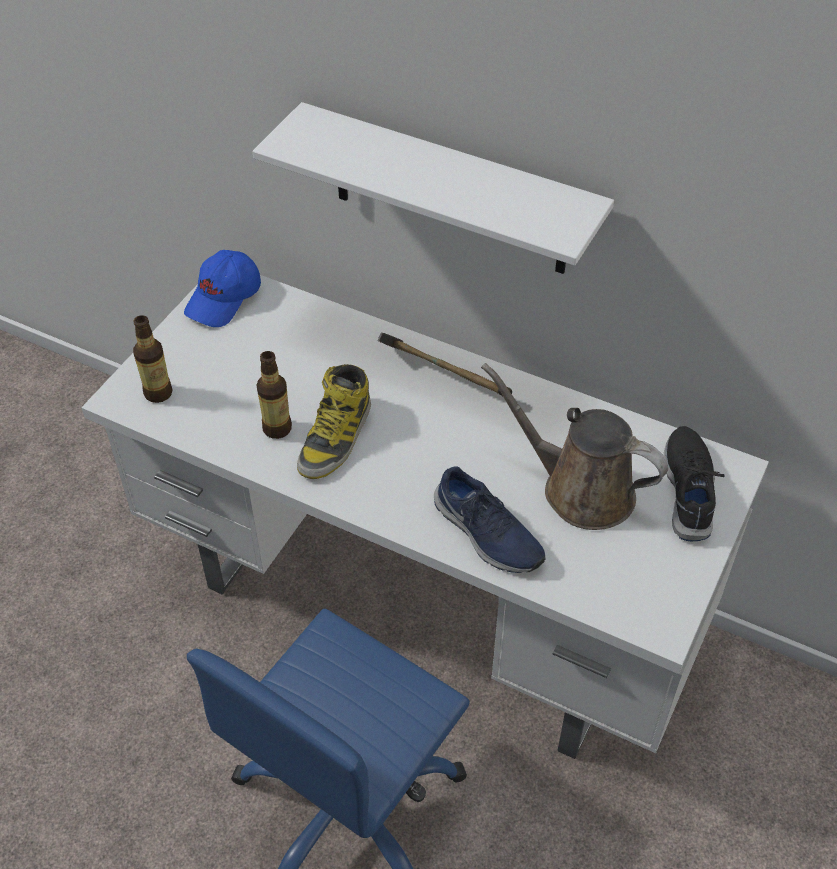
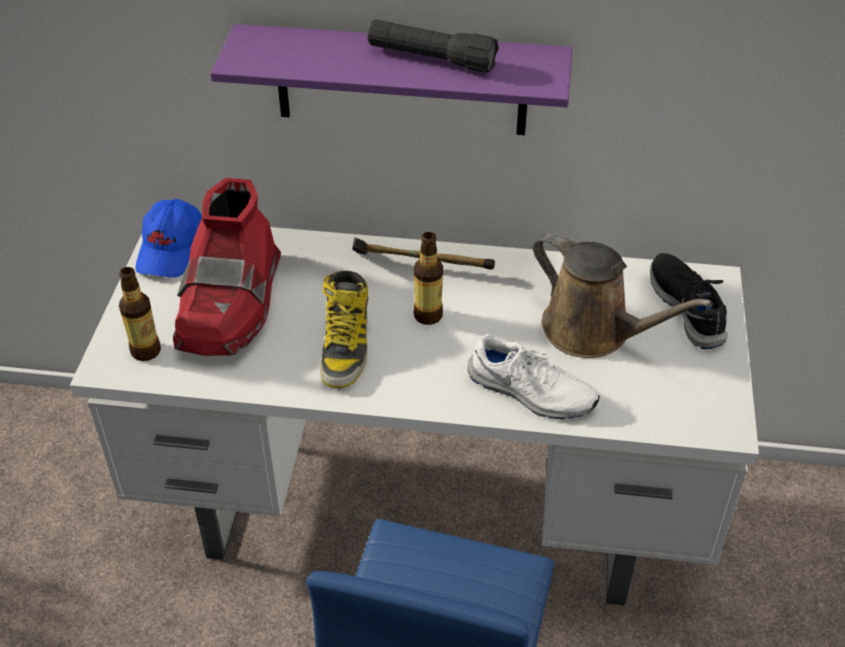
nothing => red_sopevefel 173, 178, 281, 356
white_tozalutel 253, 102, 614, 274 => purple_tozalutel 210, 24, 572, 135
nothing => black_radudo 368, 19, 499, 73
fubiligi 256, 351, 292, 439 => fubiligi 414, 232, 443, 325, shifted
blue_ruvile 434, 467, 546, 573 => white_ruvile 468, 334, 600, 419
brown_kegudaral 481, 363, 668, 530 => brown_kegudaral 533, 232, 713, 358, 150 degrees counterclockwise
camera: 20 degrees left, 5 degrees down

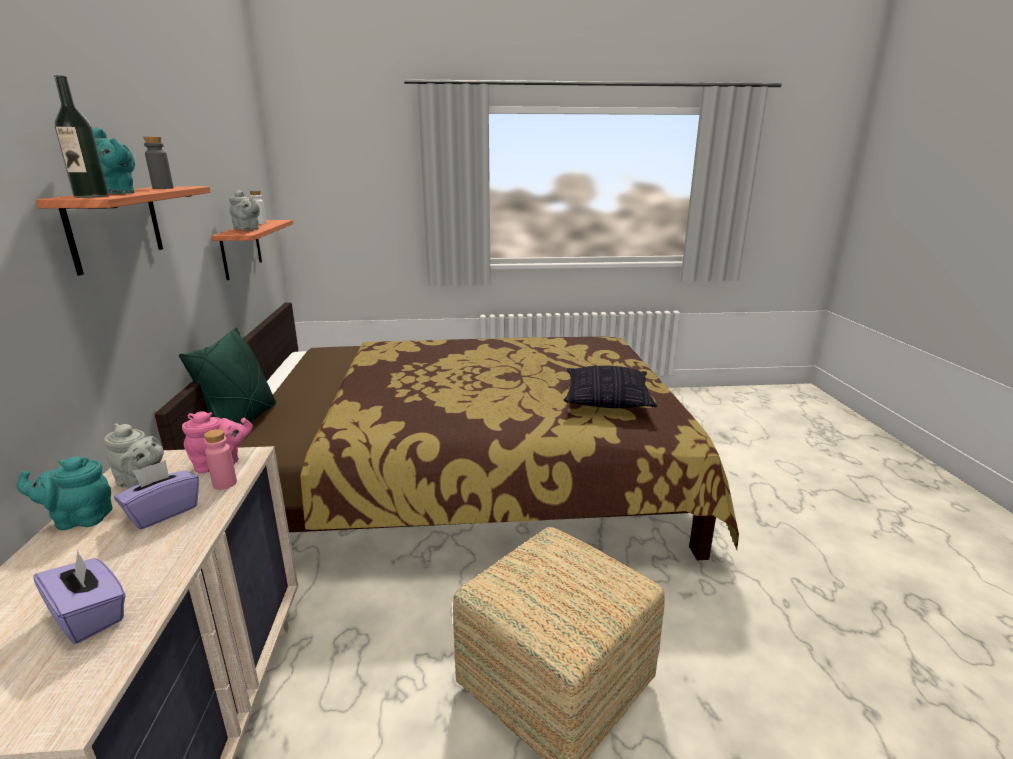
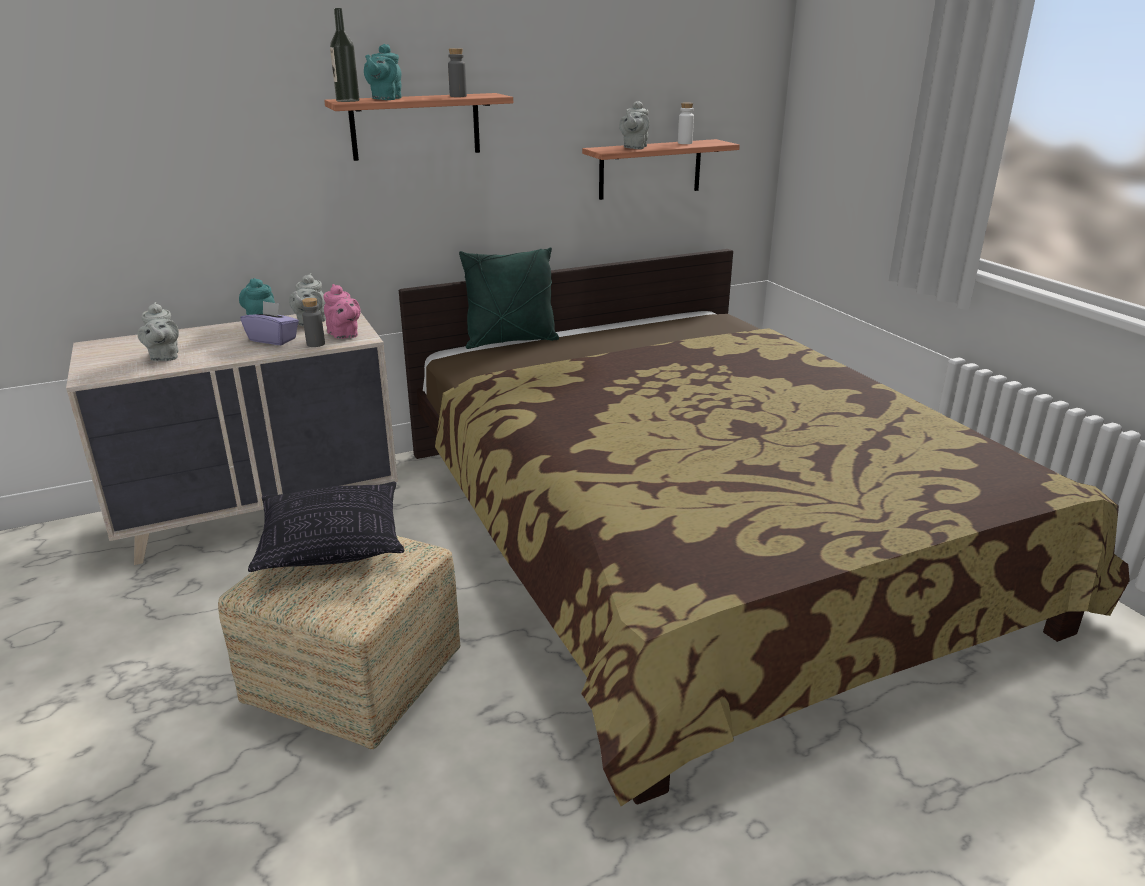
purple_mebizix 34, 551, 126, 644 => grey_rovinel 138, 302, 179, 361
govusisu 564, 366, 657, 408 => govusisu 248, 482, 404, 572, shifted
pink_fubiligi 204, 429, 237, 490 => grey_fubiligi 302, 298, 325, 347
camera: 70 degrees right, 5 degrees up

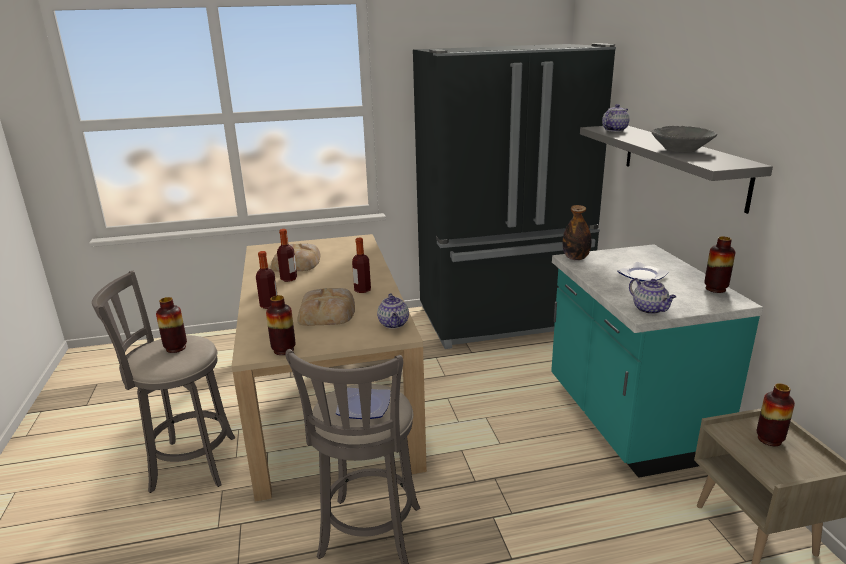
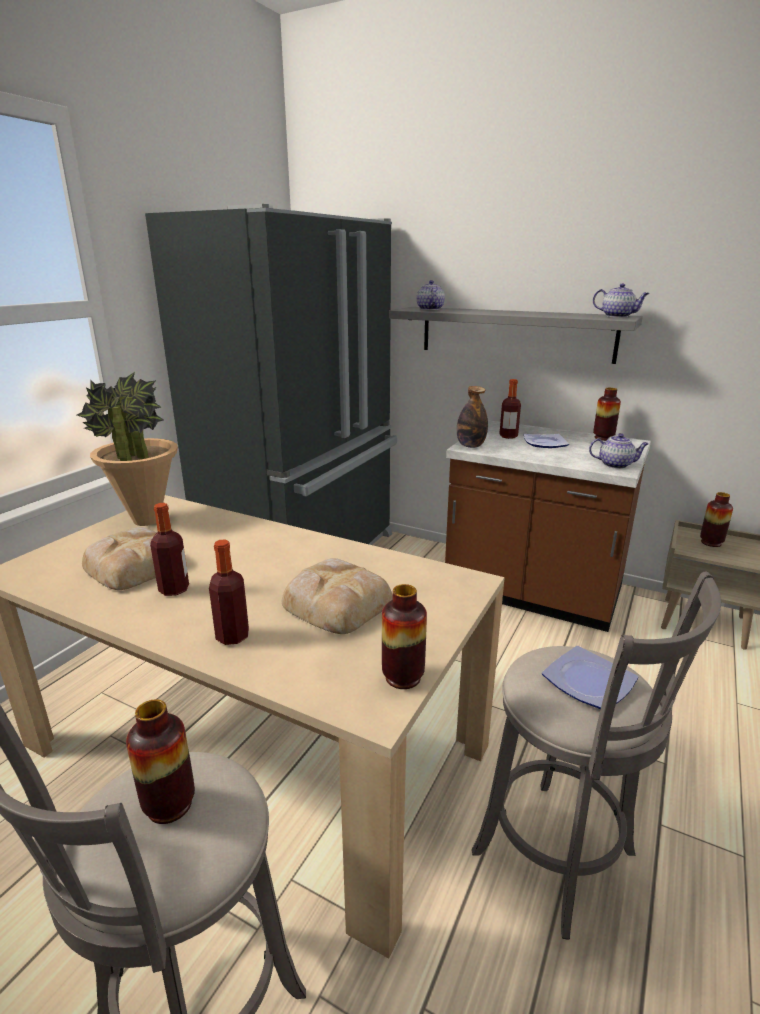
nothing => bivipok 77, 372, 178, 526
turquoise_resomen 551, 244, 763, 478 => brown_resomen 445, 420, 651, 632
fubiligi 352, 238, 371, 293 => fubiligi 499, 379, 521, 439, shifted
rovinel 377, 293, 409, 329 => rovinel 593, 283, 649, 317, shifted
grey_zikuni 652, 126, 717, 153 => nothing
camera: 50 degrees left, 0 degrees up

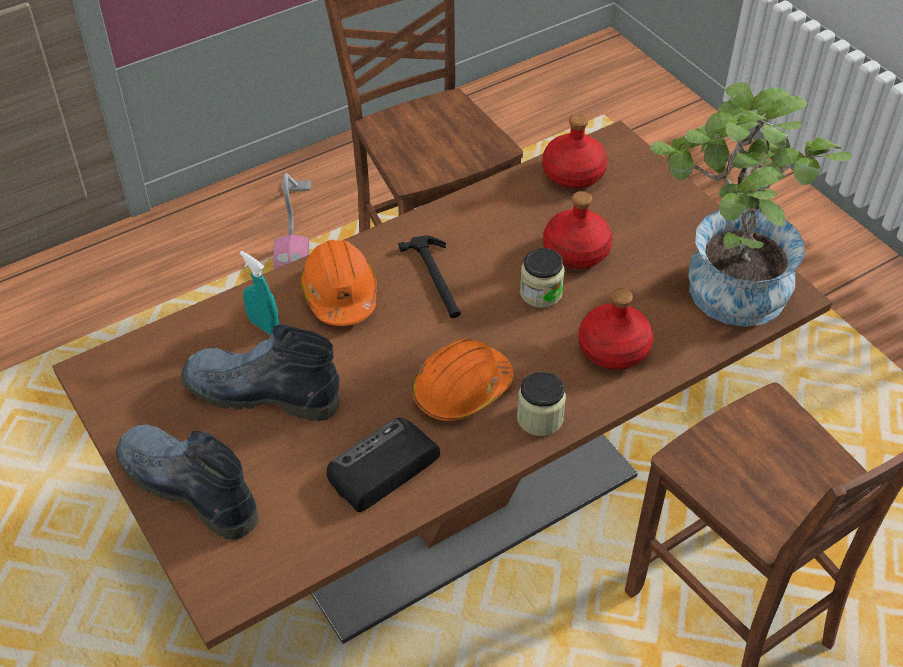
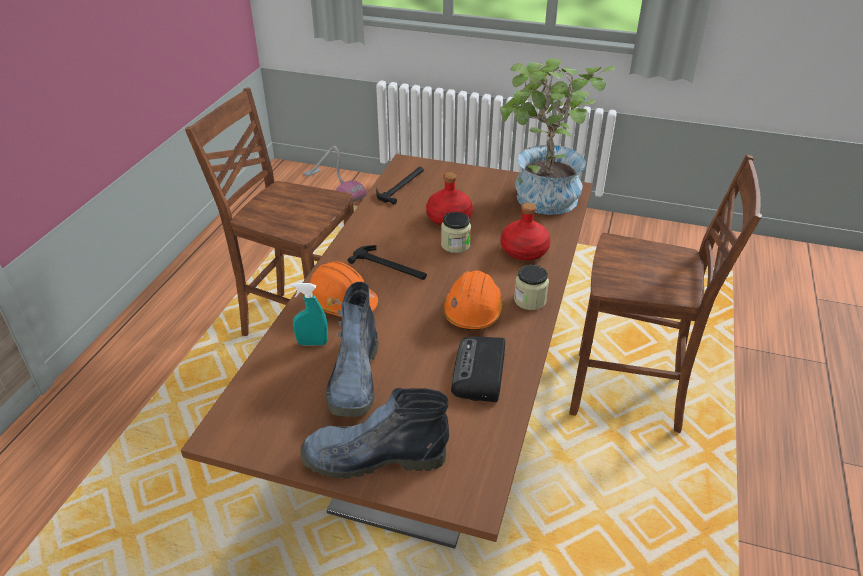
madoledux 273, 173, 311, 270 => madoledux 303, 145, 367, 202, shifted
sopevefel 181, 325, 340, 422 => sopevefel 326, 282, 378, 417, 60 degrees counterclockwise
red_fubiligi 542, 114, 607, 189 => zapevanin 376, 167, 424, 205
camera: 40 degrees left, 10 degrees down

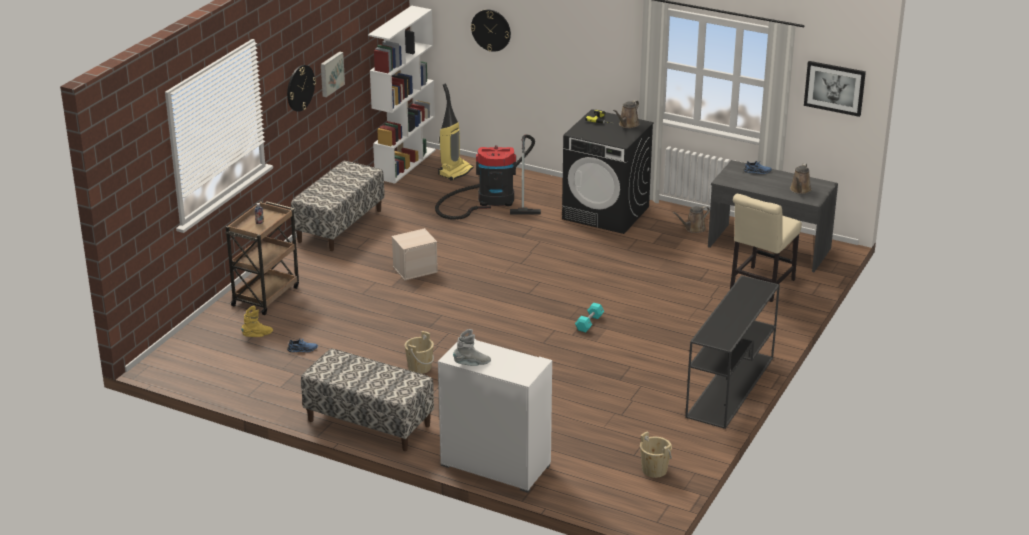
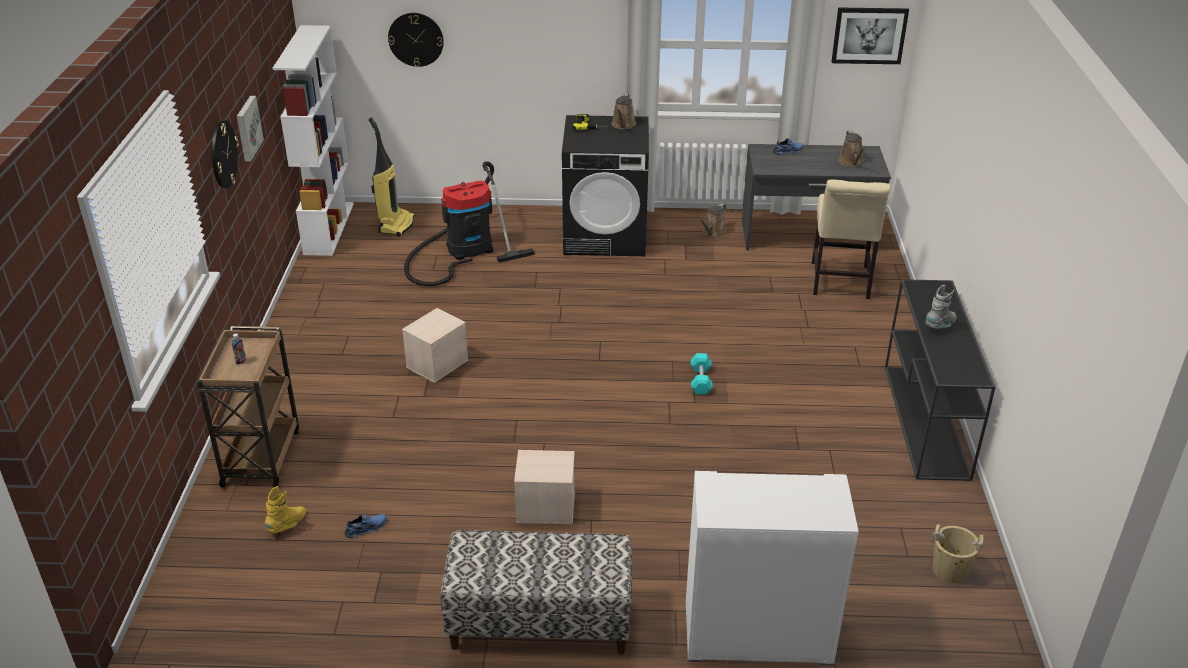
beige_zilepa 405, 331, 434, 374 => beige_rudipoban 514, 450, 575, 524
grey_sopevefel 453, 329, 491, 366 => grey_sopevefel 926, 285, 957, 329, shifted
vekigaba 291, 161, 385, 251 => nothing
camera: 25 degrees left, 5 degrees up

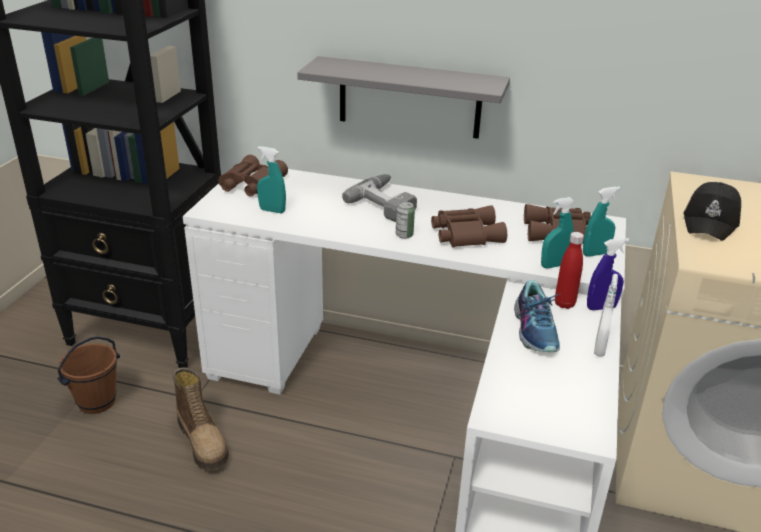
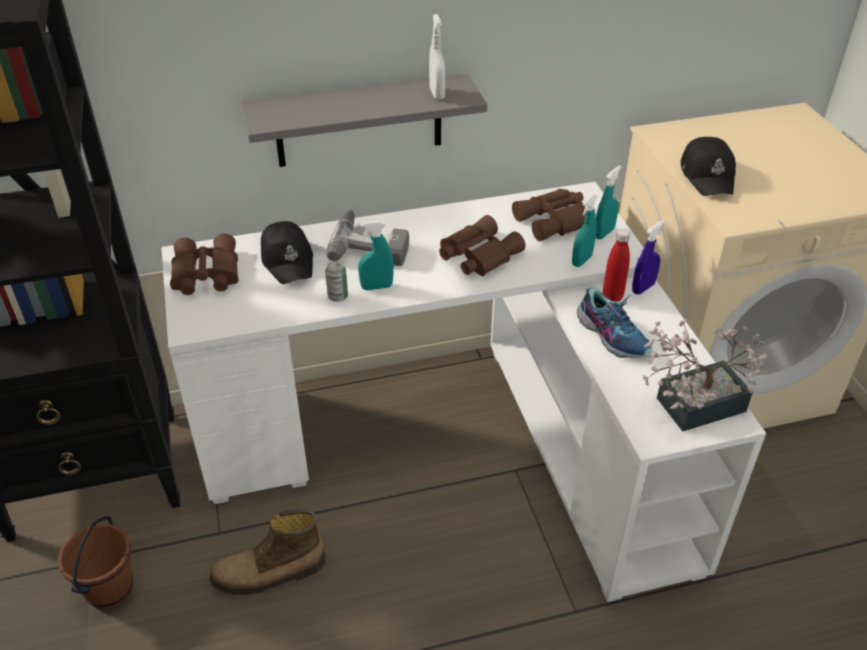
sopevefel 173, 367, 229, 471 => sopevefel 209, 509, 326, 595, 135 degrees clockwise
nothing => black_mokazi 261, 221, 313, 284
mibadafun 396, 202, 415, 239 => mibadafun 325, 261, 348, 302, shifted
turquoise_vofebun 257, 146, 286, 213 => turquoise_vofebun 358, 221, 394, 290, shifted
white_vofebun 594, 274, 618, 357 => white_vofebun 429, 14, 445, 100, shifted
nothing => bivipok 643, 319, 767, 431
camera: 30 degrees left, 10 degrees up

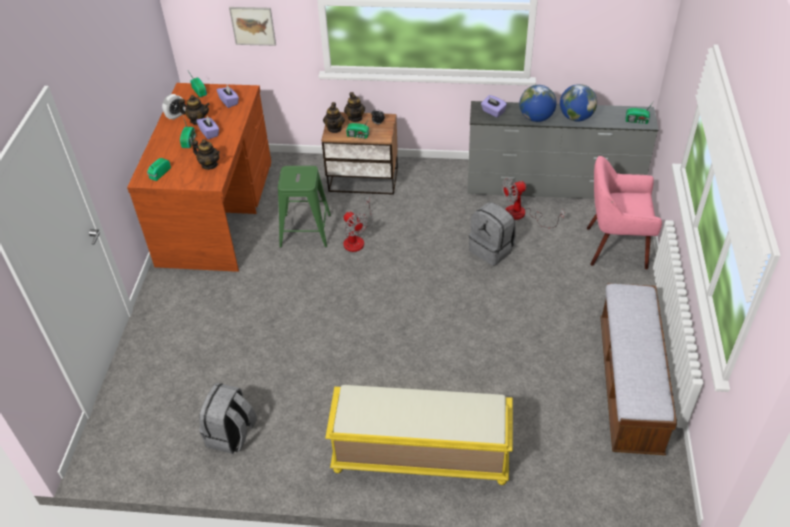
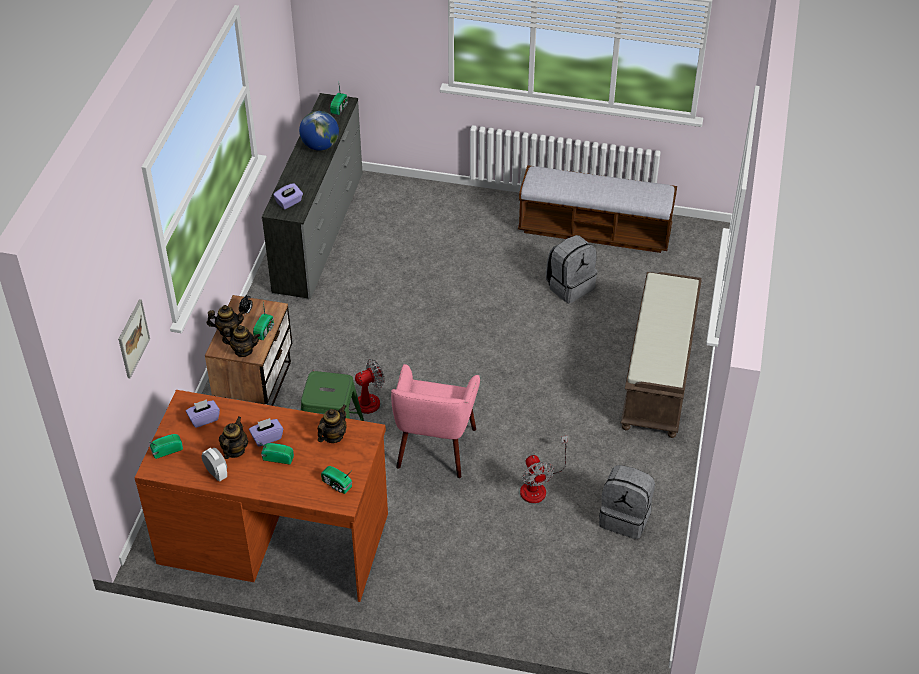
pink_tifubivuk 587, 156, 662, 269 => pink_tifubivuk 391, 364, 480, 478, shifted
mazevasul 502, 178, 564, 228 => mazevasul 520, 435, 568, 503, shifted
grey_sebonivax 469, 202, 516, 266 => grey_sebonivax 546, 235, 597, 303, shifted
yellow_vekigaba 325, 385, 513, 485 => brown_vekigaba 621, 272, 702, 438
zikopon 519, 85, 557, 122 => nothing
camera: 85 degrees left, 0 degrees up

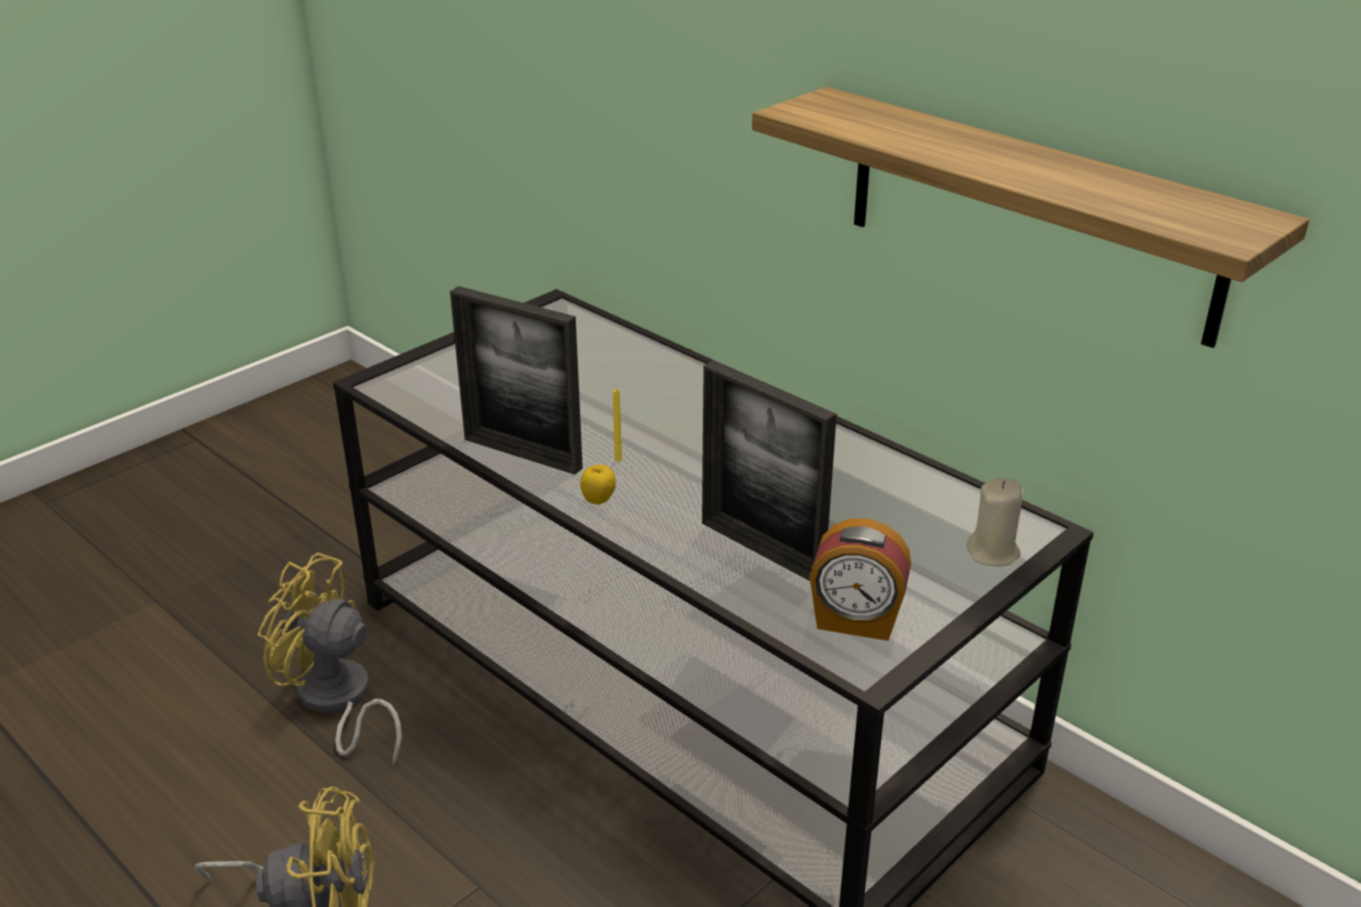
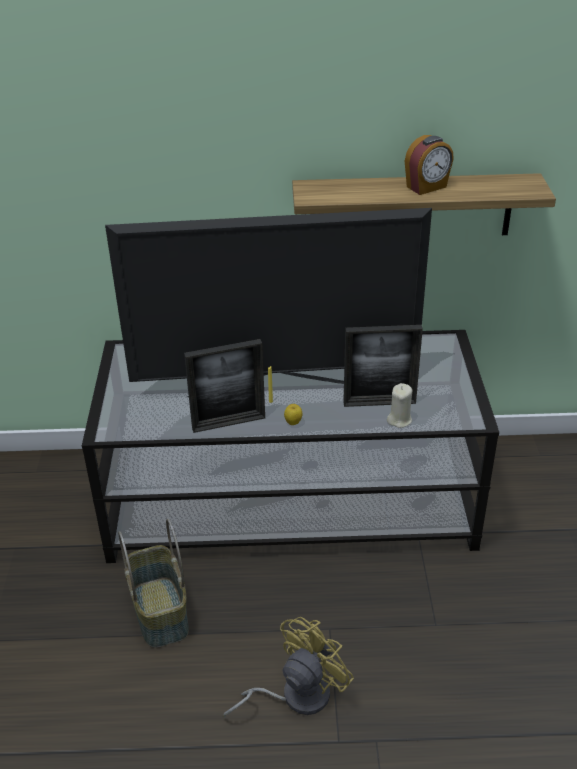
nothing => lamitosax 105, 208, 432, 397
yellow_mazevasul 258, 553, 402, 767 => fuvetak 118, 519, 189, 648
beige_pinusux 966, 478, 1023, 567 => beige_pinusux 387, 383, 412, 428, shifted
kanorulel 810, 519, 911, 641 => kanorulel 405, 135, 454, 195, shifted
camera: 45 degrees left, 5 degrees up

